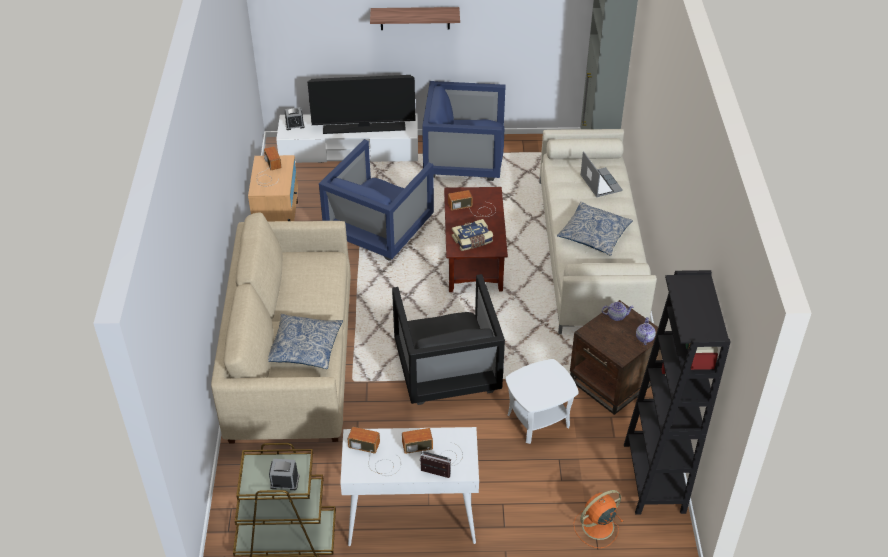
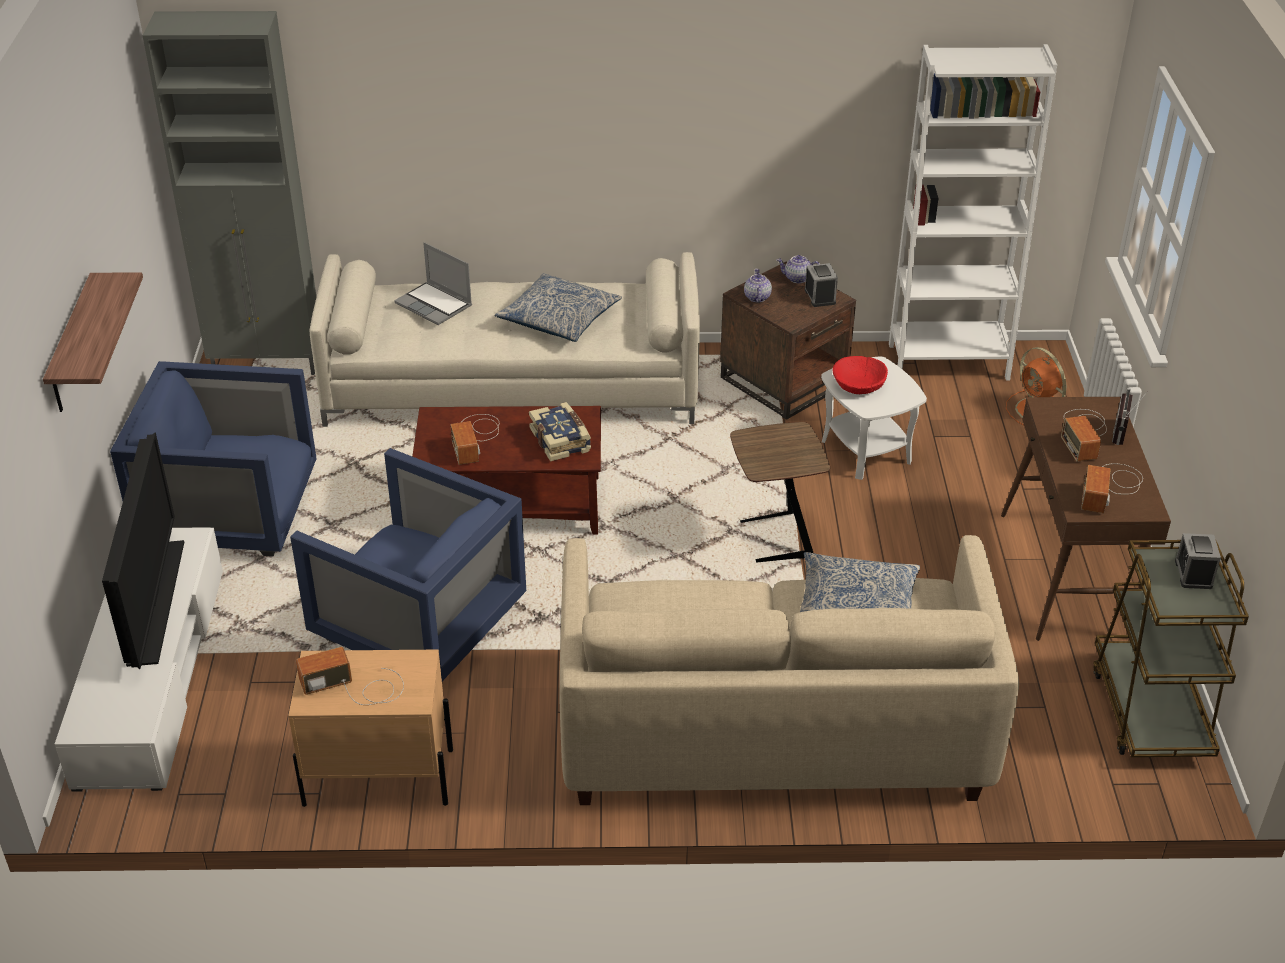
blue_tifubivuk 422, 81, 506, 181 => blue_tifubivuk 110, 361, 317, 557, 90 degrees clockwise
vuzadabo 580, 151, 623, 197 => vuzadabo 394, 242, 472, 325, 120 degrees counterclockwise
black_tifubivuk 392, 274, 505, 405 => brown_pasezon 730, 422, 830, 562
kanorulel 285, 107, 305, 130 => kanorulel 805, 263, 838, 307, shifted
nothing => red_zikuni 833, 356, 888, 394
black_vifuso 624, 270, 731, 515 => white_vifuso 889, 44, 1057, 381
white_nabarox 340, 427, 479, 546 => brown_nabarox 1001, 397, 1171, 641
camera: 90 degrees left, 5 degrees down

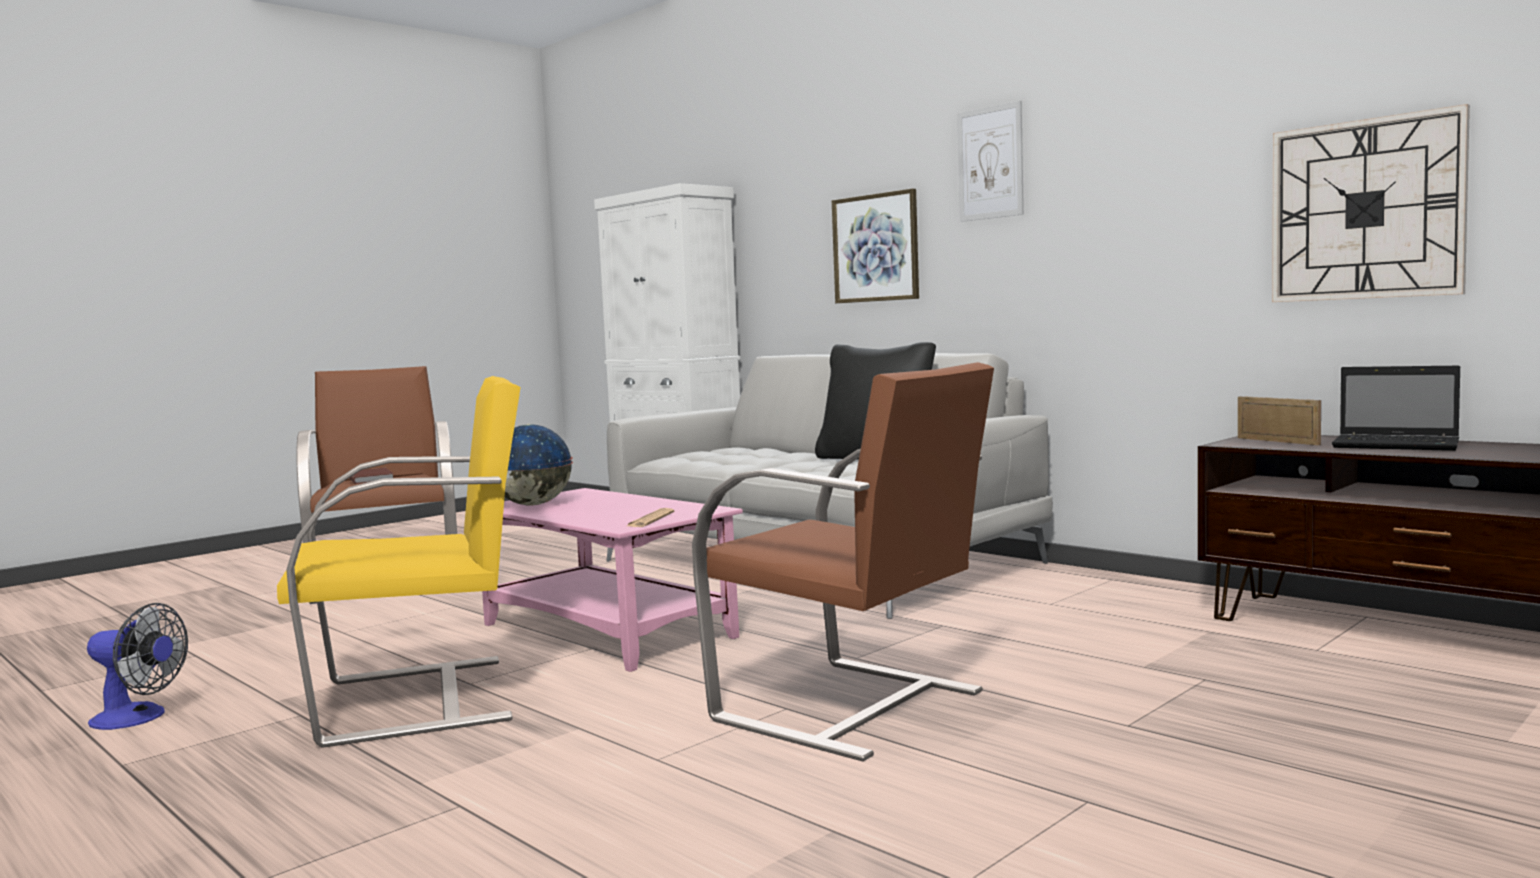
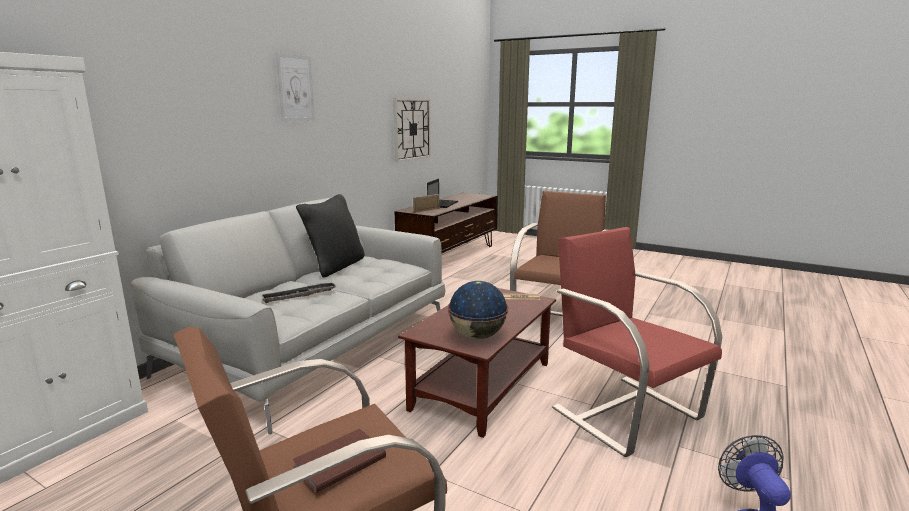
nothing => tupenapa 261, 282, 336, 303
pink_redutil 482, 488, 743, 672 => brown_redutil 398, 288, 556, 438
yellow_tifubivuk 277, 376, 521, 748 => red_tifubivuk 552, 227, 722, 457
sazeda 832, 189, 919, 303 => nothing
camera: 105 degrees left, 10 degrees up

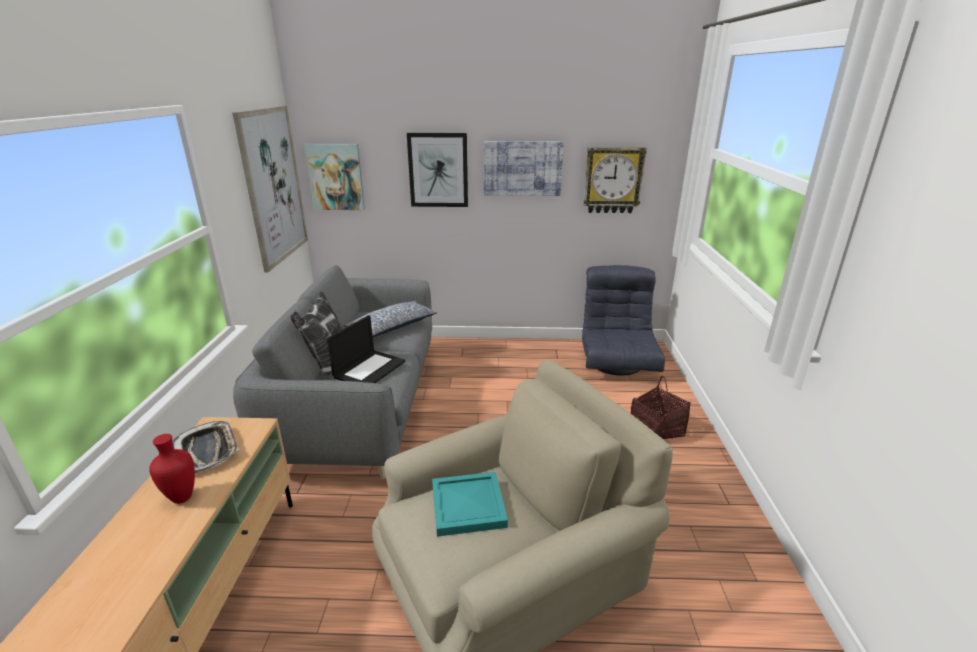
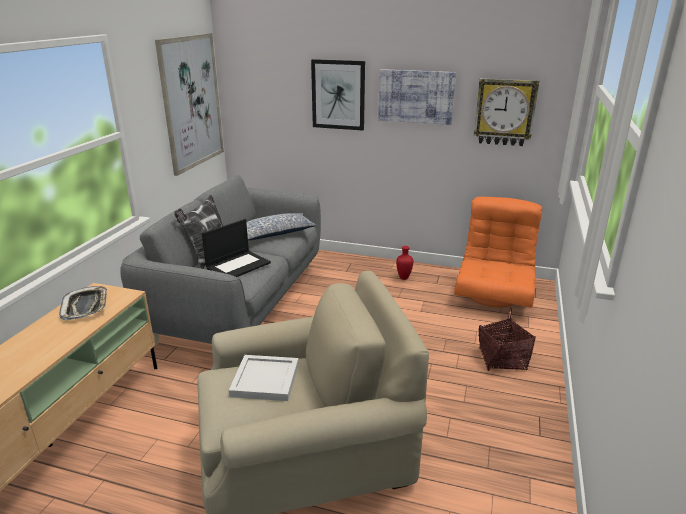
turquoise_tupenapa 432, 472, 508, 537 => white_tupenapa 229, 355, 299, 401
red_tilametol 149, 434, 195, 504 => red_tilametol 396, 246, 413, 280, shifted
grey_tifubivuk 582, 265, 665, 376 => orange_tifubivuk 454, 197, 542, 308
sazeda 304, 143, 365, 210 => nothing
camera: 15 degrees right, 0 degrees up

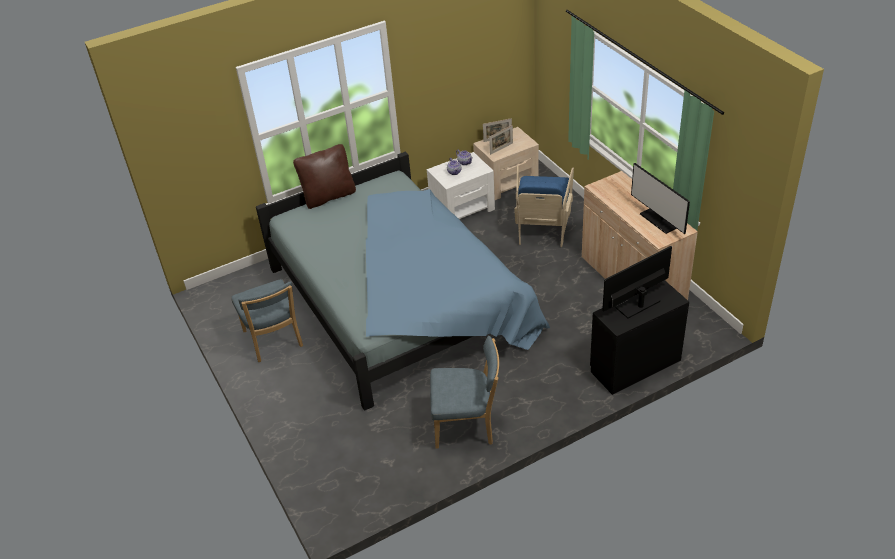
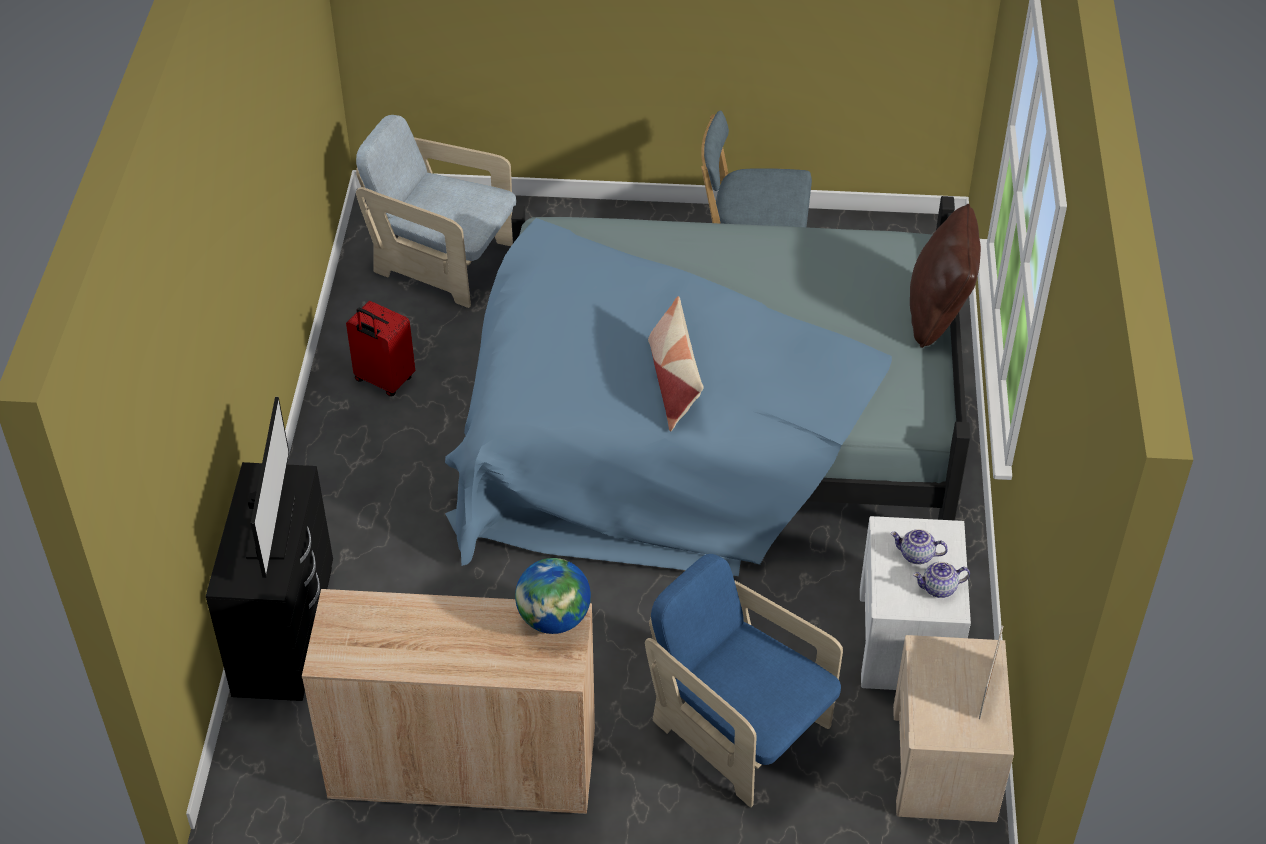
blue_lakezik 430, 336, 499, 449 => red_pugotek 346, 301, 415, 396
nothing => beige_tifubivuk 356, 115, 516, 308
nothing => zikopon 515, 558, 591, 634
nothing => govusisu 648, 296, 704, 431
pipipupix 489, 125, 513, 155 => nothing
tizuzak 631, 163, 690, 234 => nothing
camera: 120 degrees right, 5 degrees up

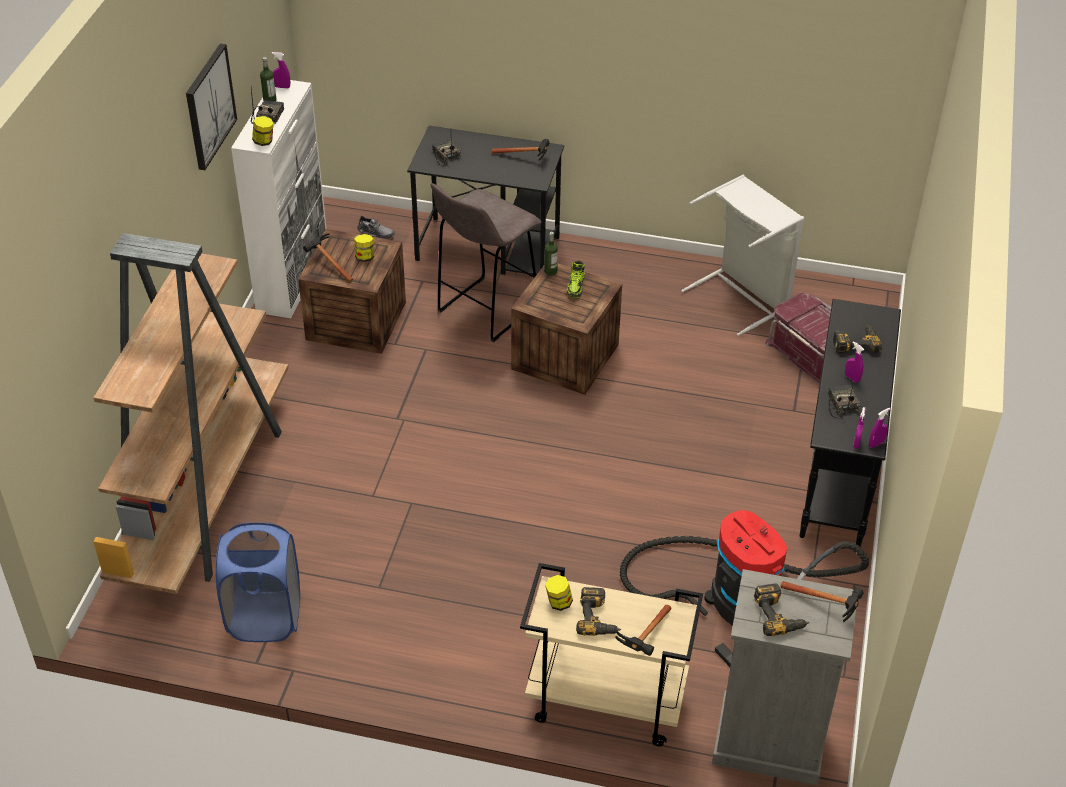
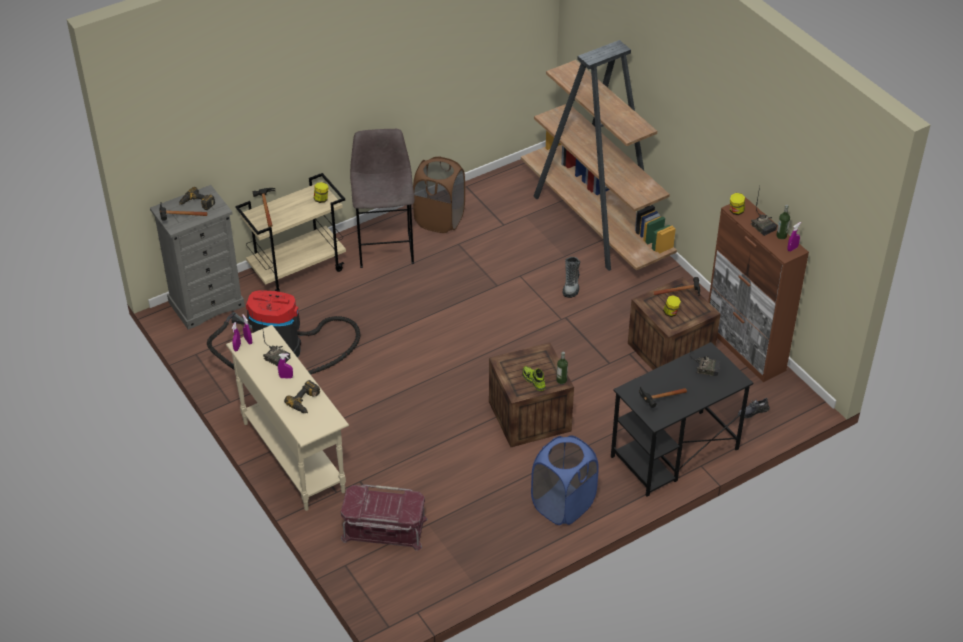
black_nabarox 799, 299, 901, 547 => beige_nabarox 226, 325, 349, 511
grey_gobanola 431, 183, 542, 342 => grey_gobanola 350, 129, 414, 268, shifted
nothing => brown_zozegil 413, 156, 465, 233
blue_zozegil 215, 522, 300, 642 => blue_zozegil 531, 435, 599, 525, shifted
nothing => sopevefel 563, 257, 580, 298
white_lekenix 231, 80, 327, 318 => brown_lekenix 708, 197, 809, 382
sazeda 186, 43, 237, 170 => nothing
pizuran 576, 587, 621, 636 => nothing
grey_zozegil 681, 175, 804, 336 => nothing
camera: 135 degrees right, 0 degrees up

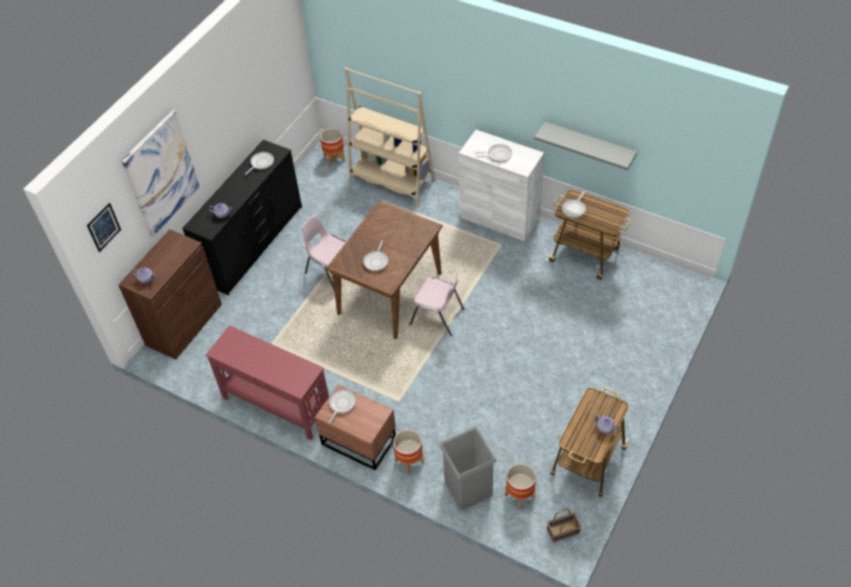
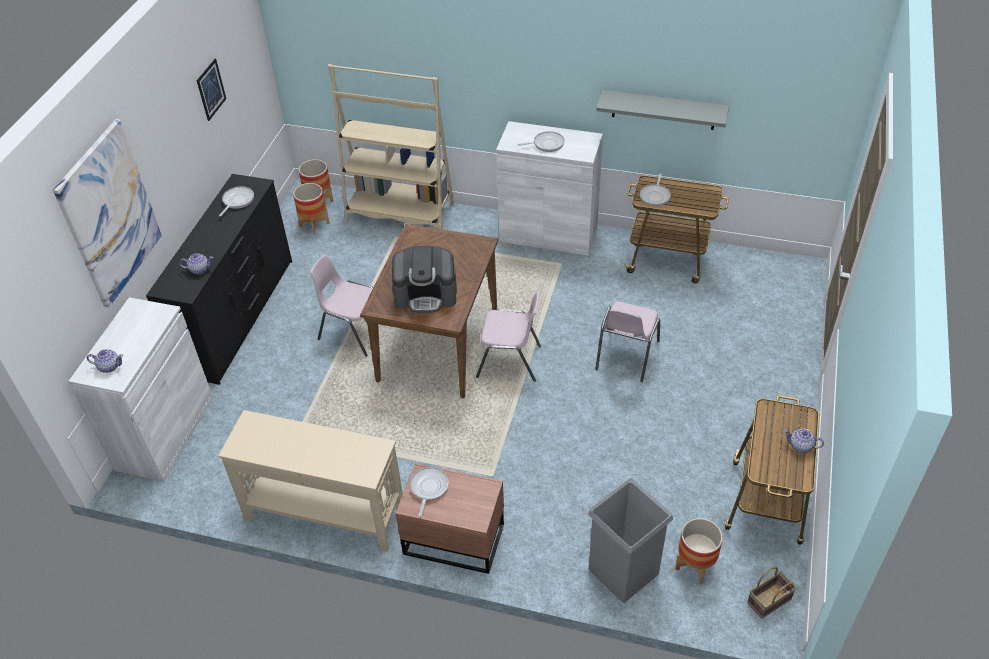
brown_lekenix 118, 229, 222, 360 => white_lekenix 68, 297, 213, 482
sazeda 87, 203, 121, 252 => sazeda 196, 58, 226, 121, shifted
red_nabarox 206, 325, 329, 441 => beige_nabarox 218, 410, 403, 552
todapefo 393, 429, 424, 475 => todapefo 293, 183, 329, 234, shifted
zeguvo 363, 240, 388, 271 => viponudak 392, 246, 457, 313
nothing => pink_lakezik 595, 302, 660, 382
camera: 15 degrees left, 5 degrees down

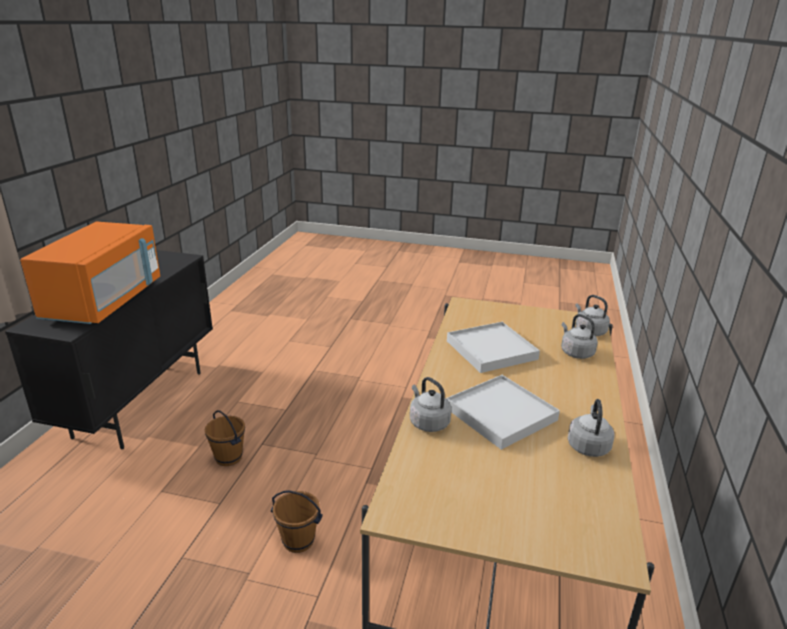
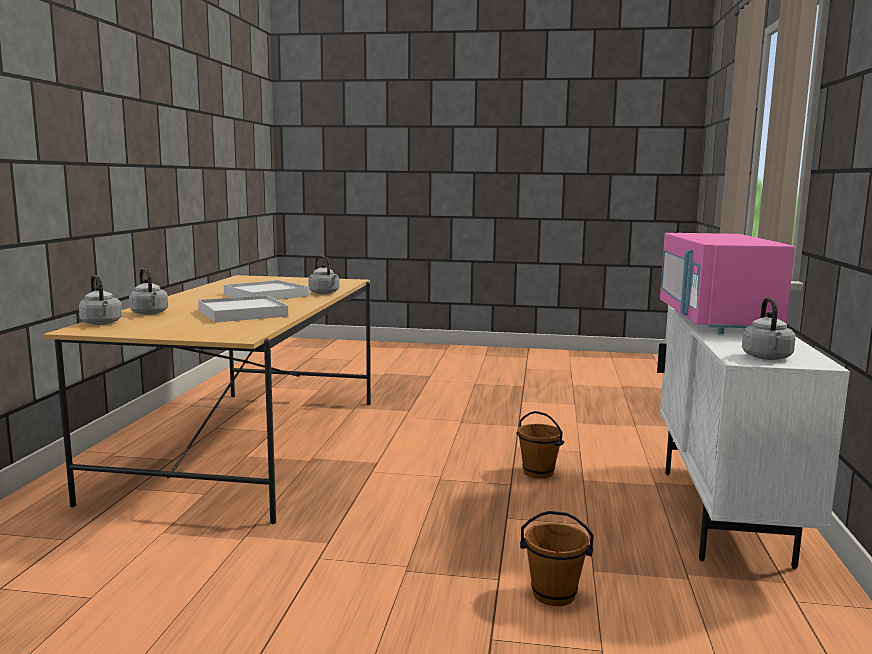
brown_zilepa 271, 490, 323, 553 => brown_zilepa 520, 511, 594, 606, shifted
black_lekenix 5, 250, 213, 449 => white_lekenix 657, 305, 850, 569
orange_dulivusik 20, 222, 160, 324 => pink_dulivusik 660, 233, 795, 334
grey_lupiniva 568, 399, 615, 457 => grey_lupiniva 742, 298, 796, 360, shifted
camera: 175 degrees right, 15 degrees down

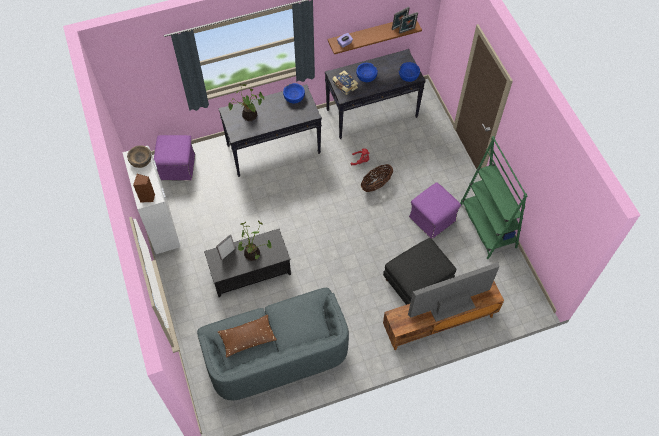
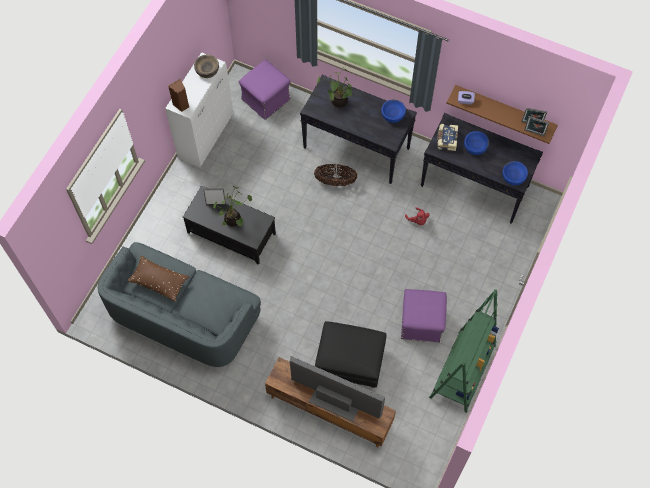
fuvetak 361, 164, 393, 192 => fuvetak 314, 164, 357, 186, shifted
camera: 45 degrees right, 5 degrees up

